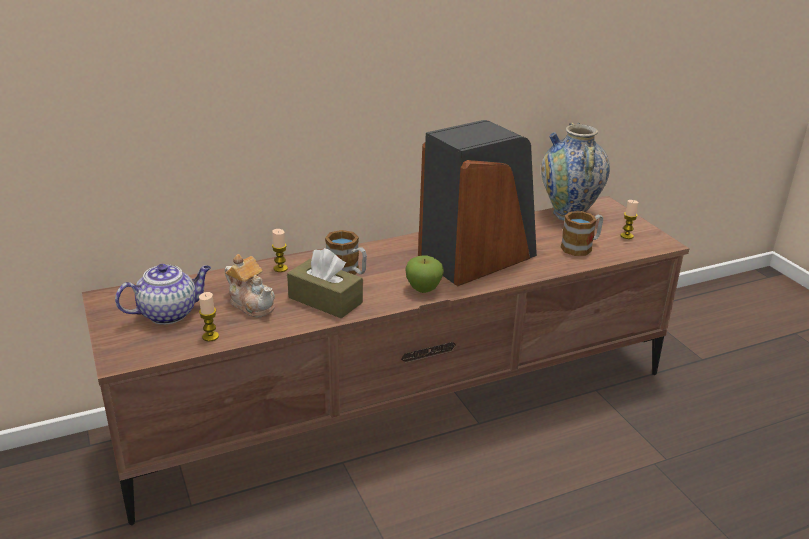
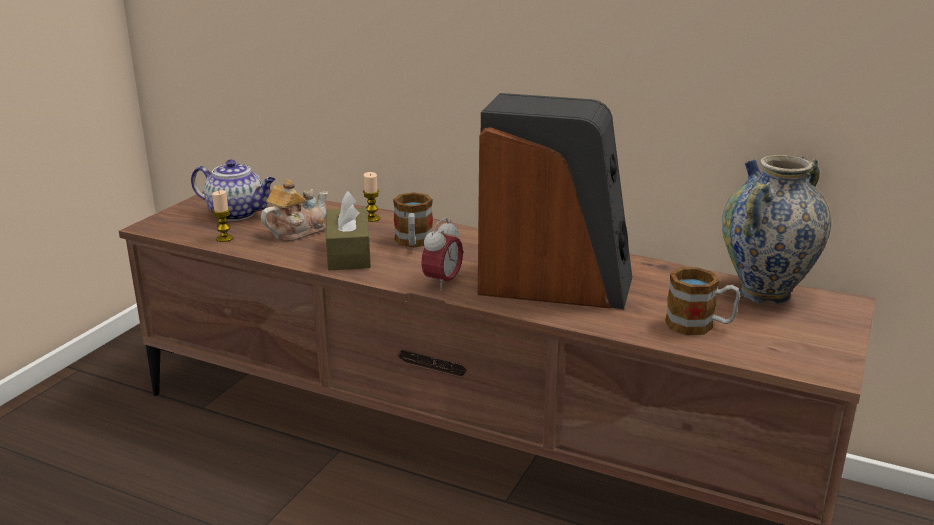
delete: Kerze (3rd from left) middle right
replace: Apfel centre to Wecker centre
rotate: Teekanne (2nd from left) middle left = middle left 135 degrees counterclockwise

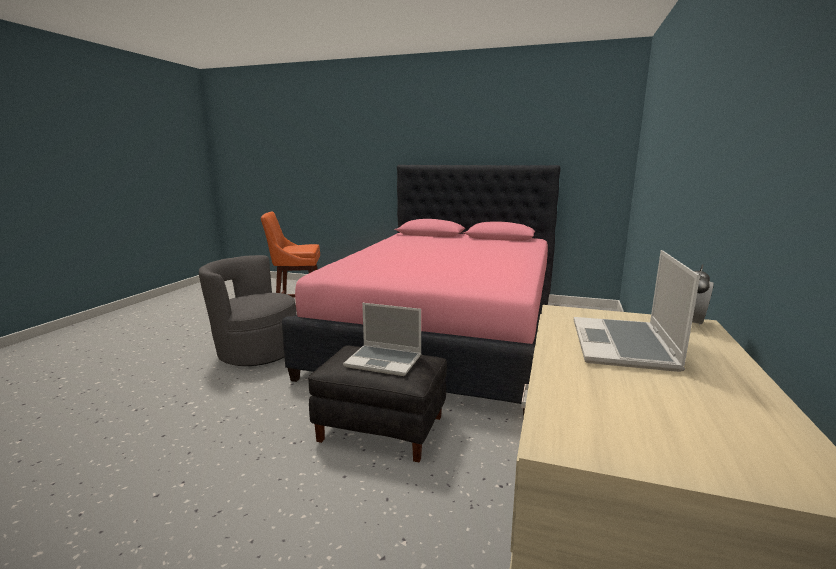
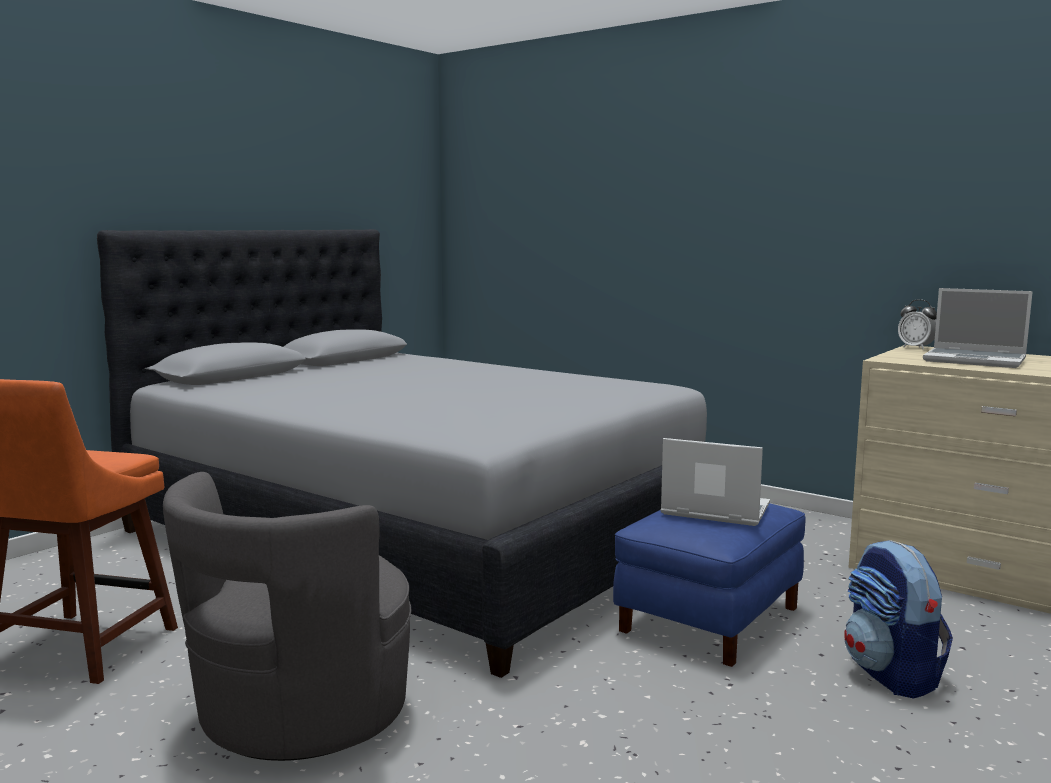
insert: Rucksack bottom right
recolor: Bett/rosa centre to Bett/grau centre; Polsterhocker/schwarz bottom centre to Polsterhocker/blau bottom right
rotate: Laptop (1st from left) centre = middle right 105 degrees counterclockwise

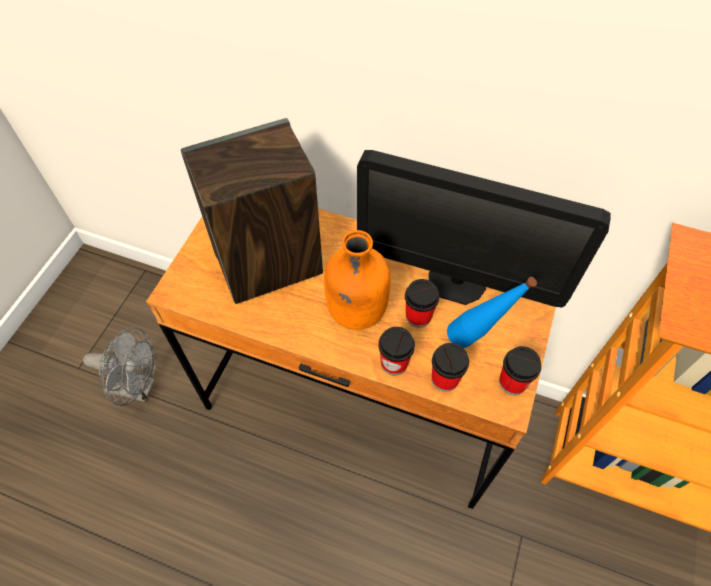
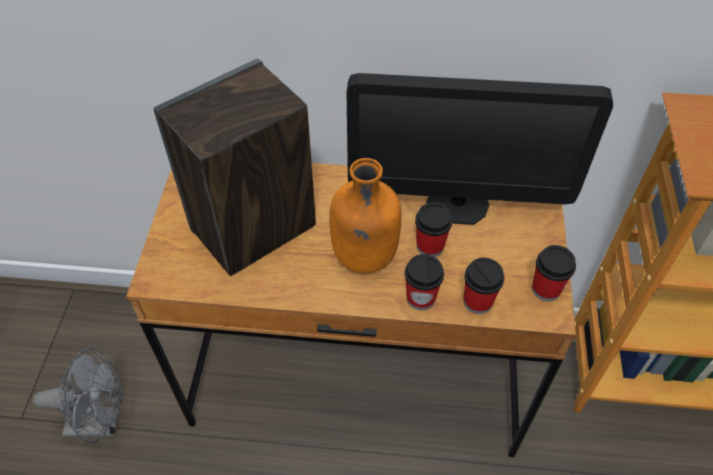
delete: Flasche/blau middle right

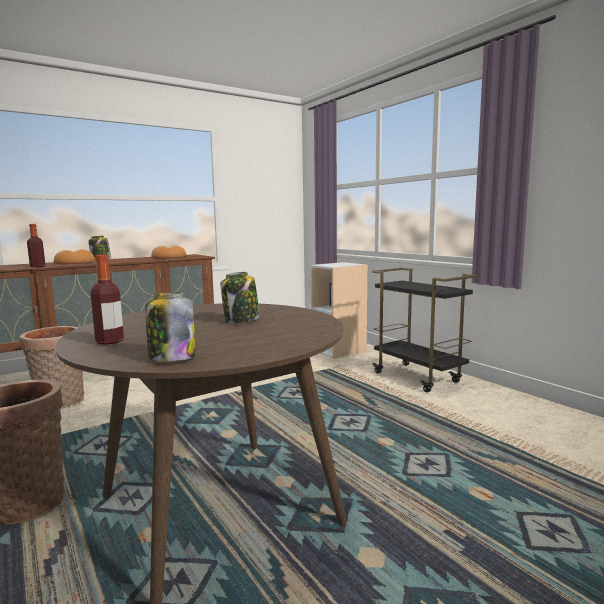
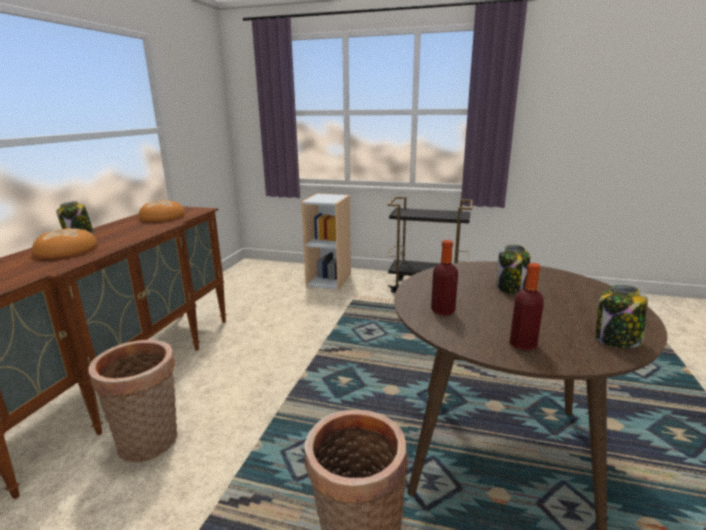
move: Flasche (1st from left) middle left to centre

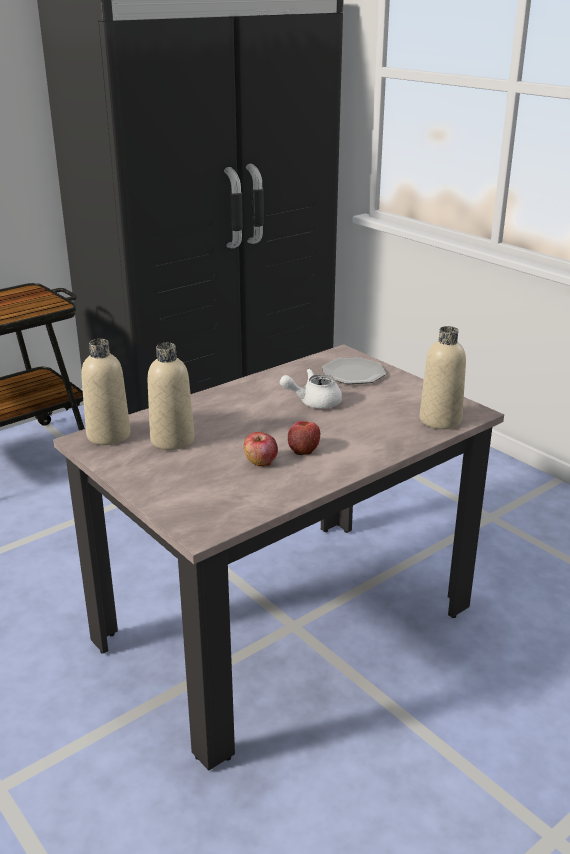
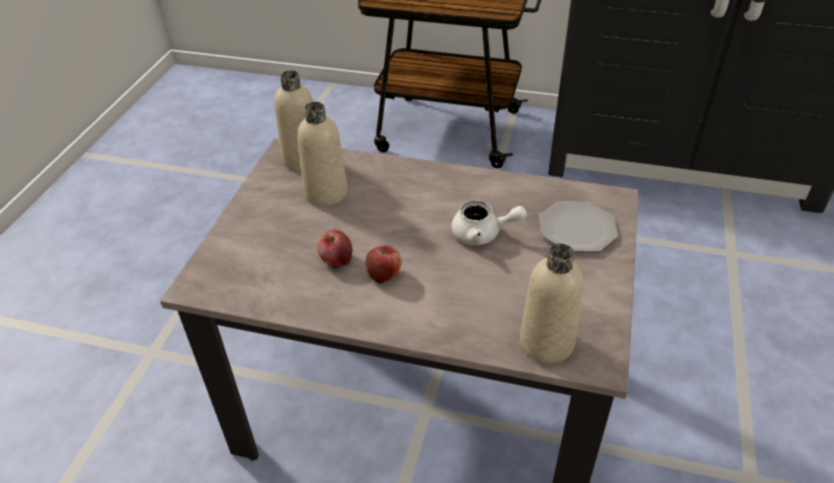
rotate: Teekanne/weiß centre = centre 150 degrees clockwise

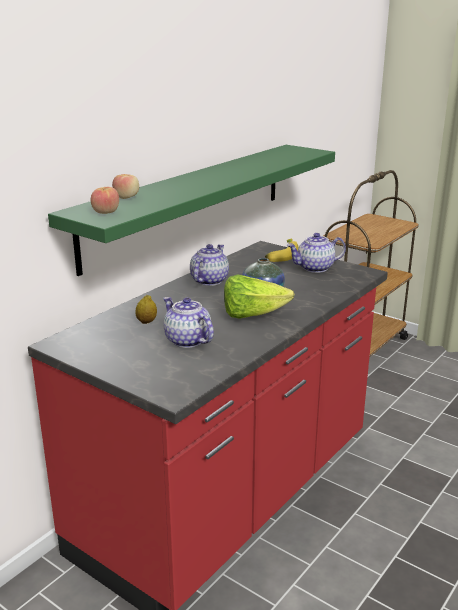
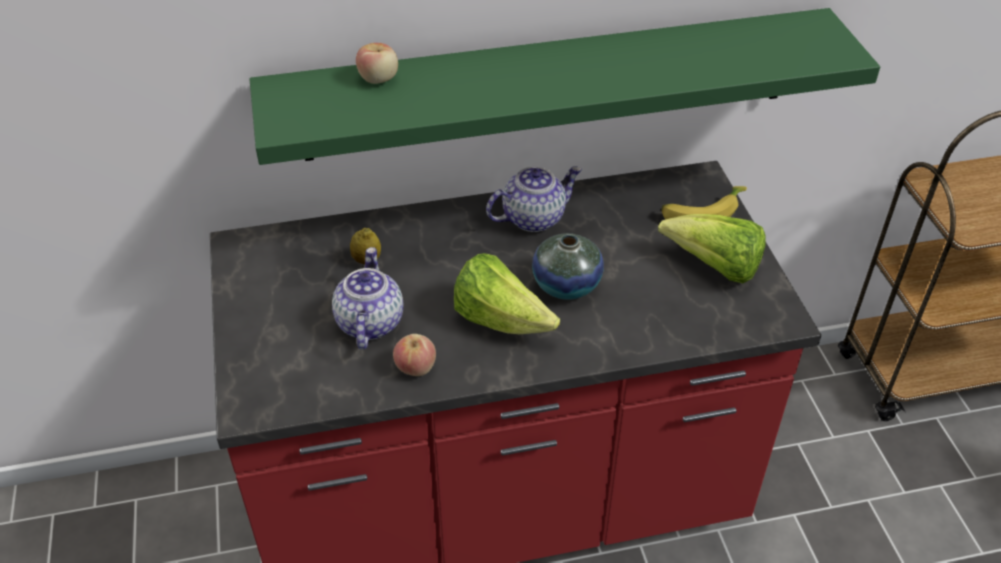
move: Apfel (1st from left in the first image) top left to Apfel (2nd from left) centre
replace: Teekanne (3rd from left) middle right to Salatkopf (2nd from left) middle right

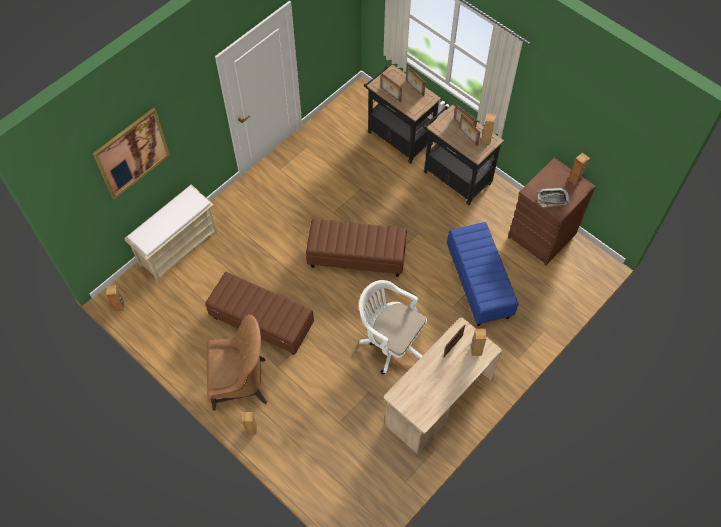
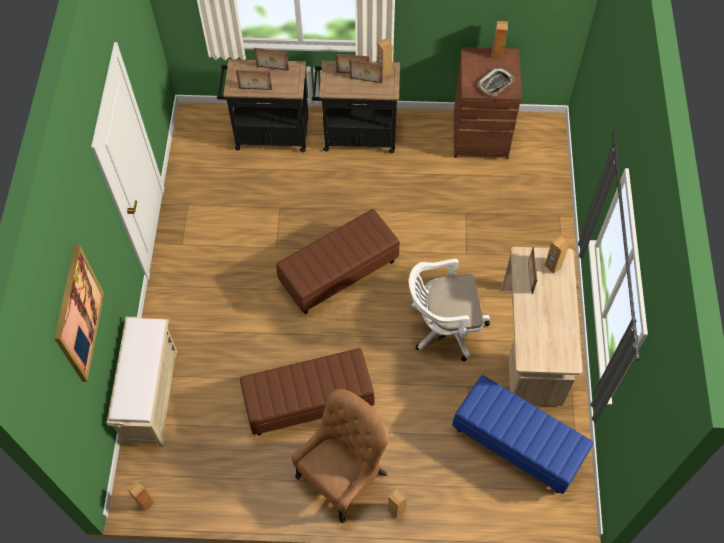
move: Polsterhocker/blau middle right to bottom right

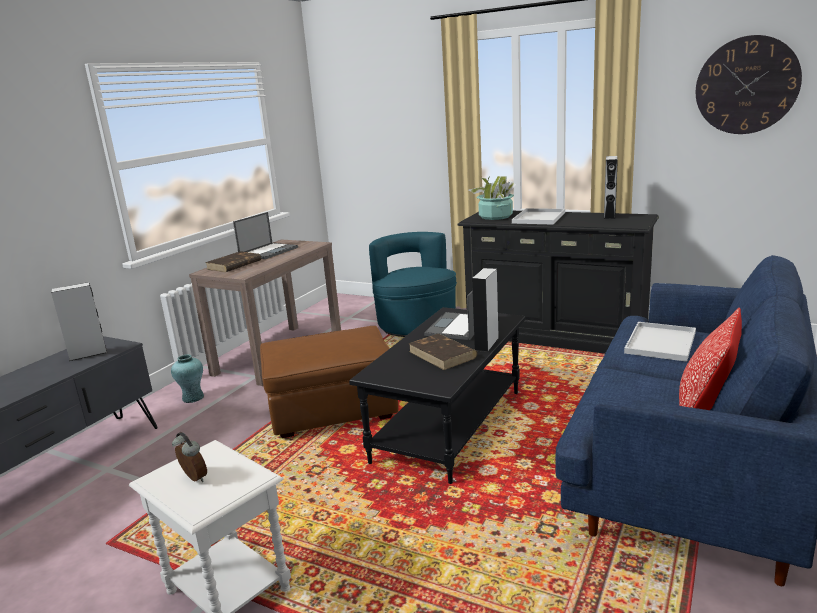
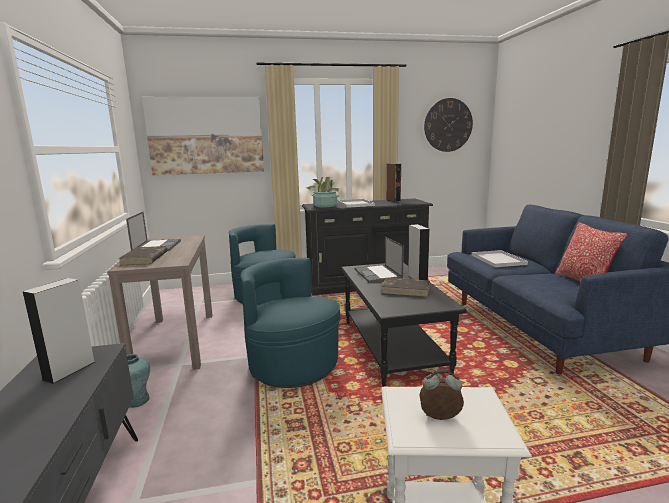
insert: Bild top left
replace: Polsterhocker/braun centre to Sessel/türkis (2nd from left) centre
recolor: Lautsprecher/grau (3rd from left) top right to Lautsprecher/braun centre

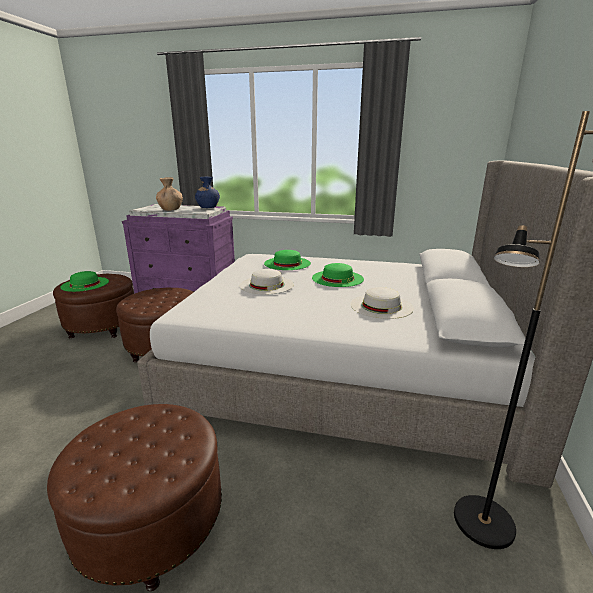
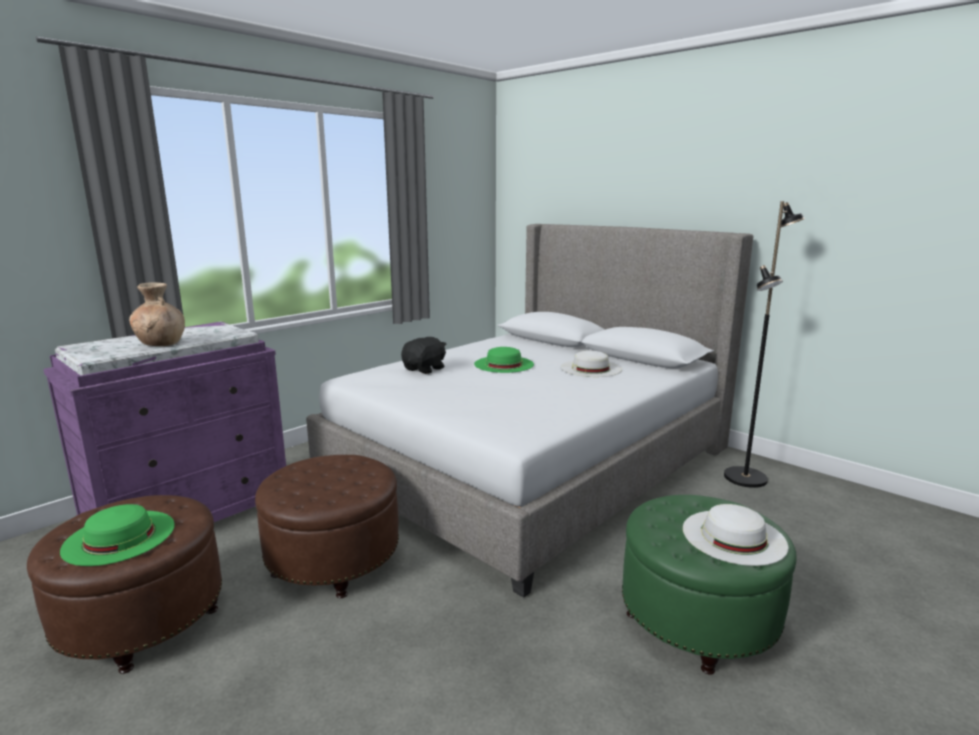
delete: Vase/blau top centre
move: Hut/weiß (1st from left in the first image) centre to Hut/weiß (2nd from left) bottom right
replace: Hut/grün (2nd from left) centre to Plüschtier/schwarz centre
recolor: Polsterhocker/braun (2nd from left) bottom left to Polsterhocker/grün bottom right

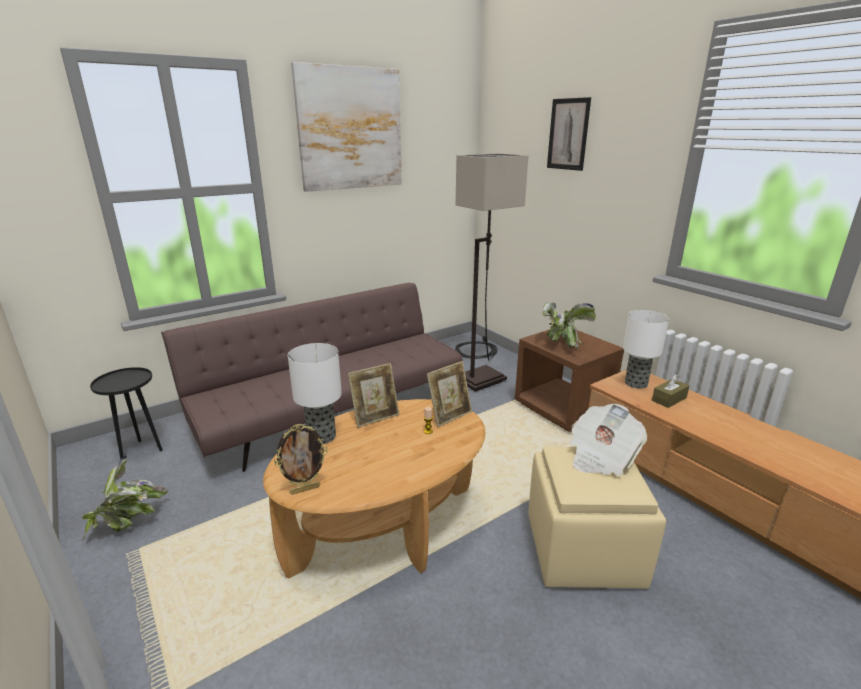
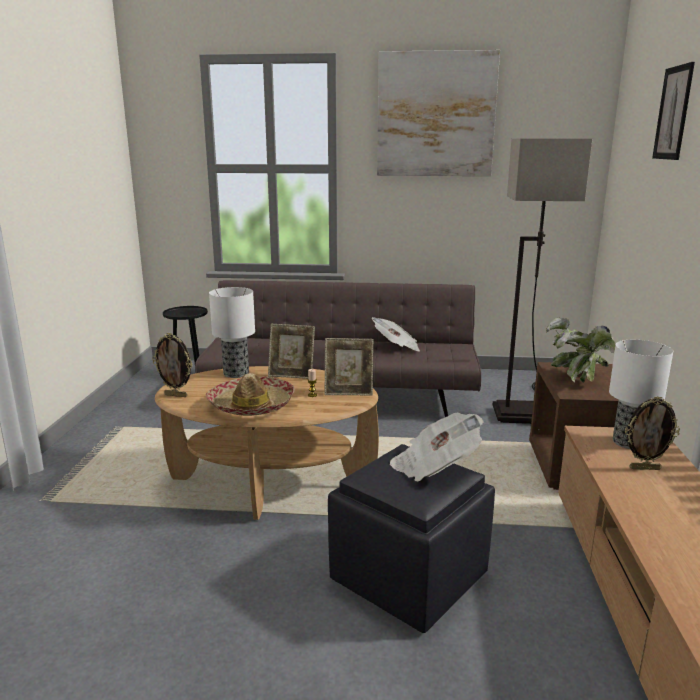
delete: Topfpflanze (1st from left) bottom left
insert: Zeitung (1st from left) centre; Hut centre
replace: Taschentuchbox/braun middle right to Bilderrahmen (4th from left) middle right
recolor: Polsterhocker/beige bottom right to Polsterhocker/schwarz bottom centre

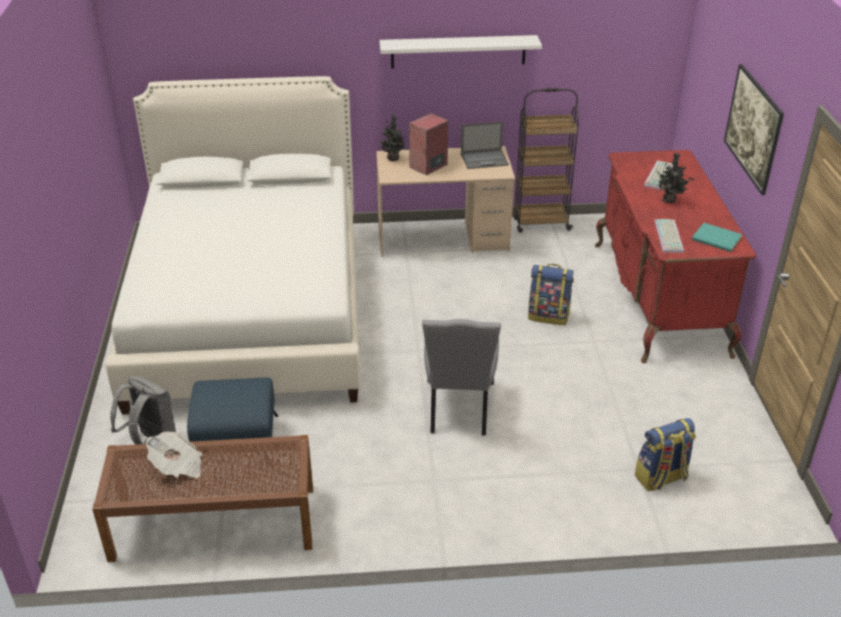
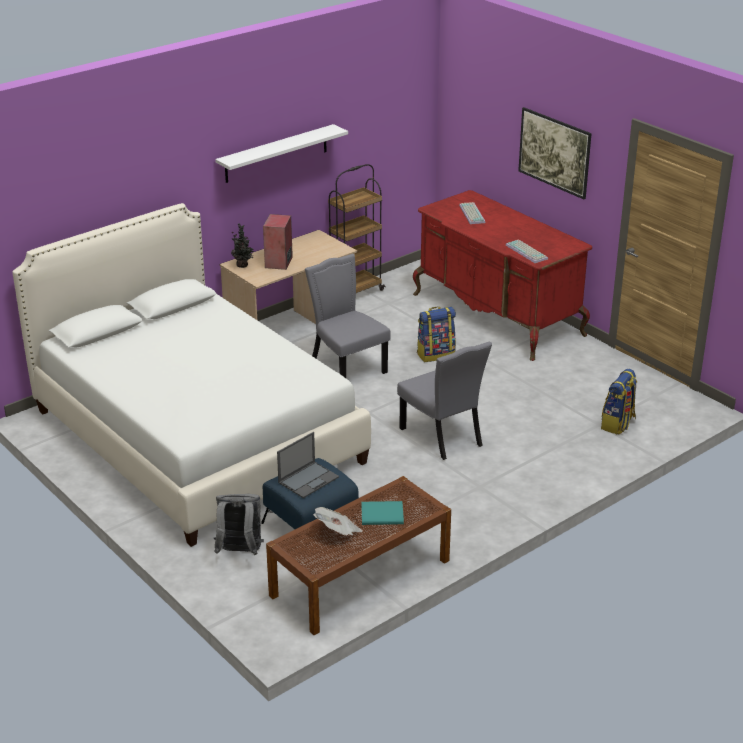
delete: Topfpflanze (2nd from left) top right
insert: Stuhl/grau (1st from left) centre
move: Laptop top centre to centre; Buch/türkis middle right to bottom centre

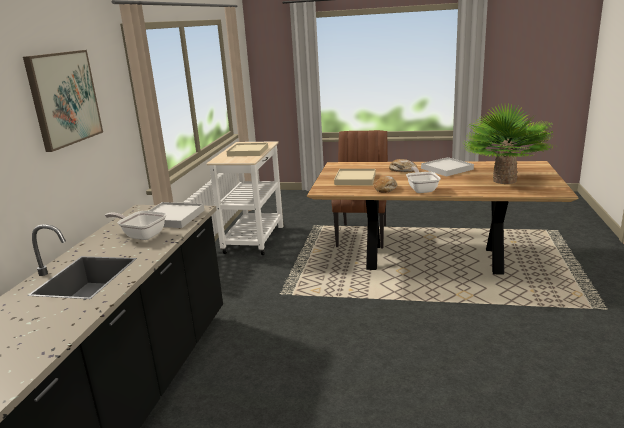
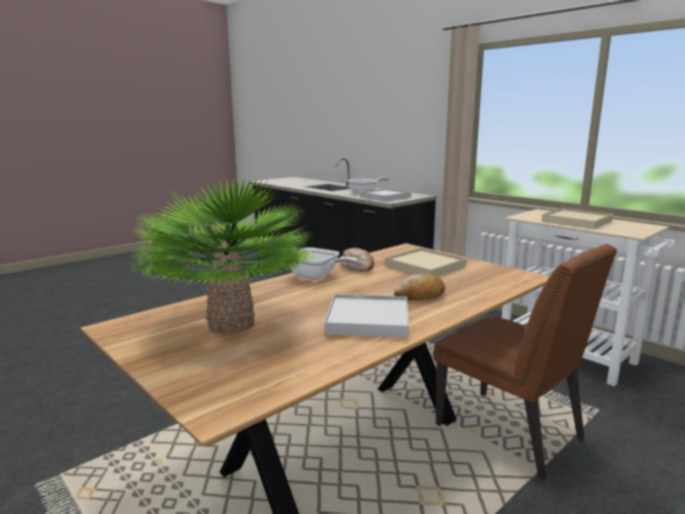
delete: Bild top left

